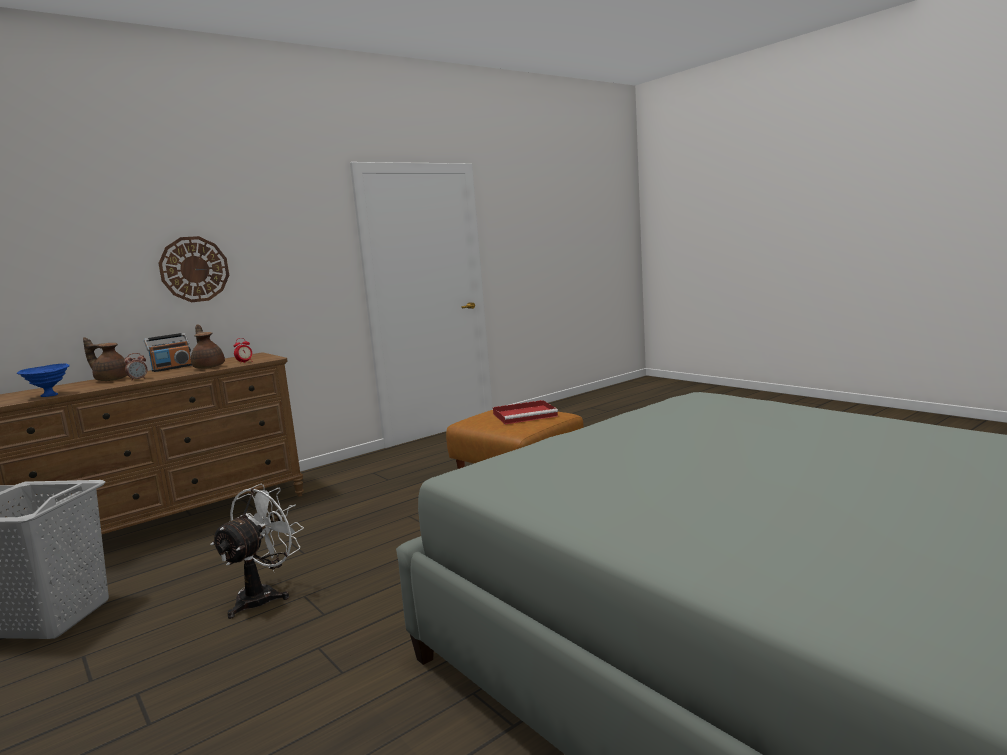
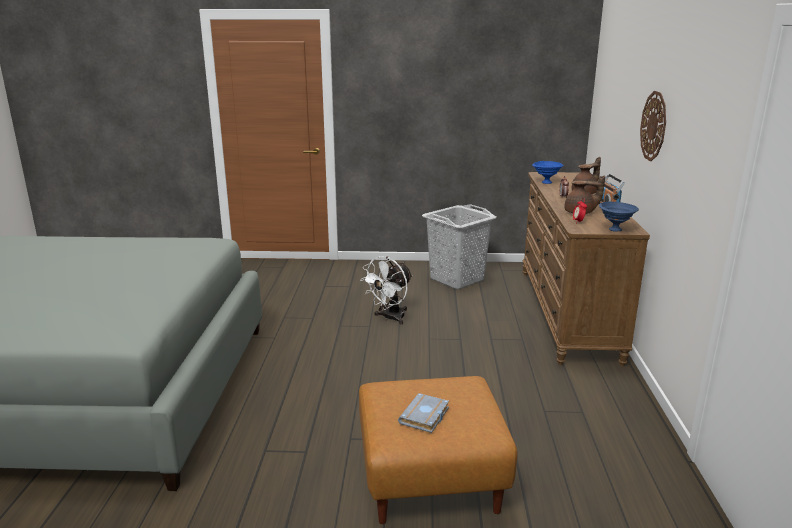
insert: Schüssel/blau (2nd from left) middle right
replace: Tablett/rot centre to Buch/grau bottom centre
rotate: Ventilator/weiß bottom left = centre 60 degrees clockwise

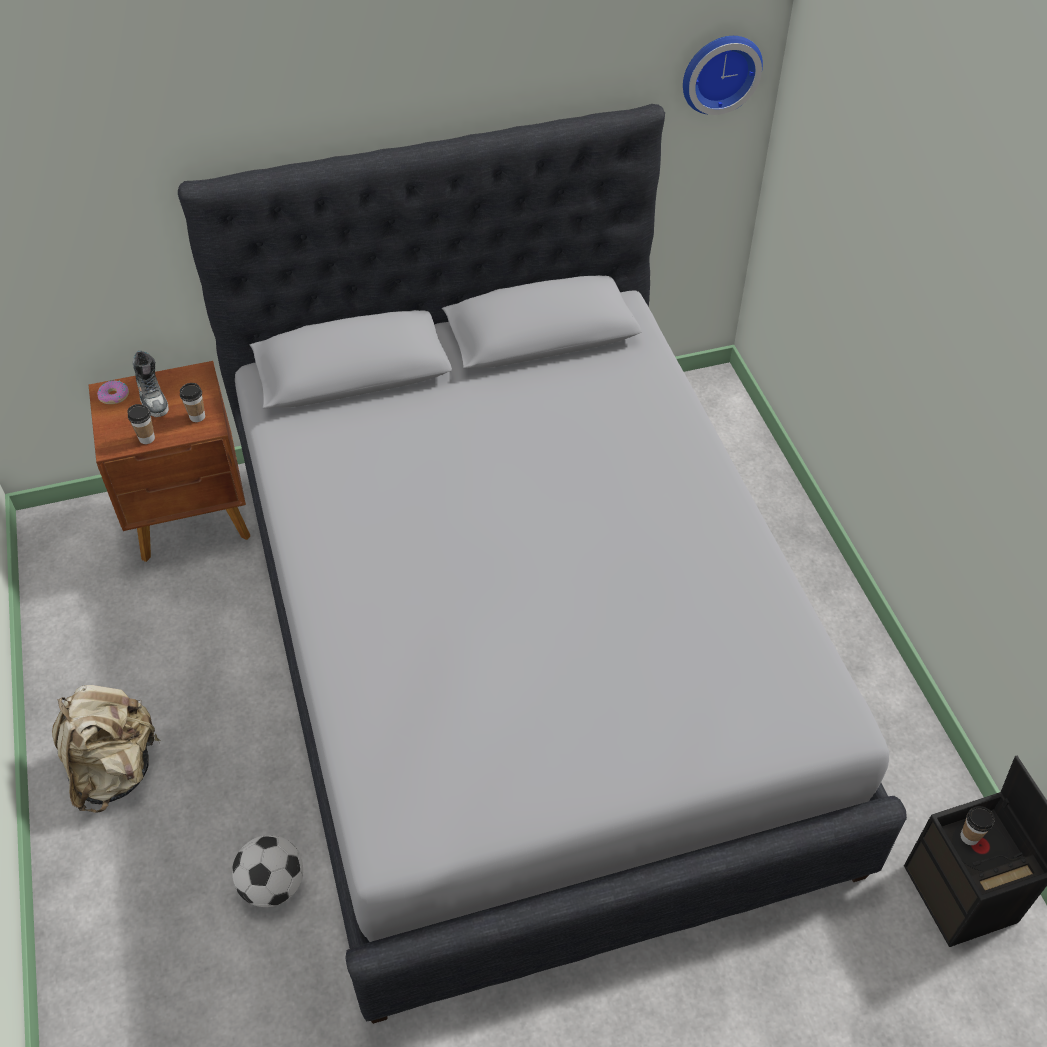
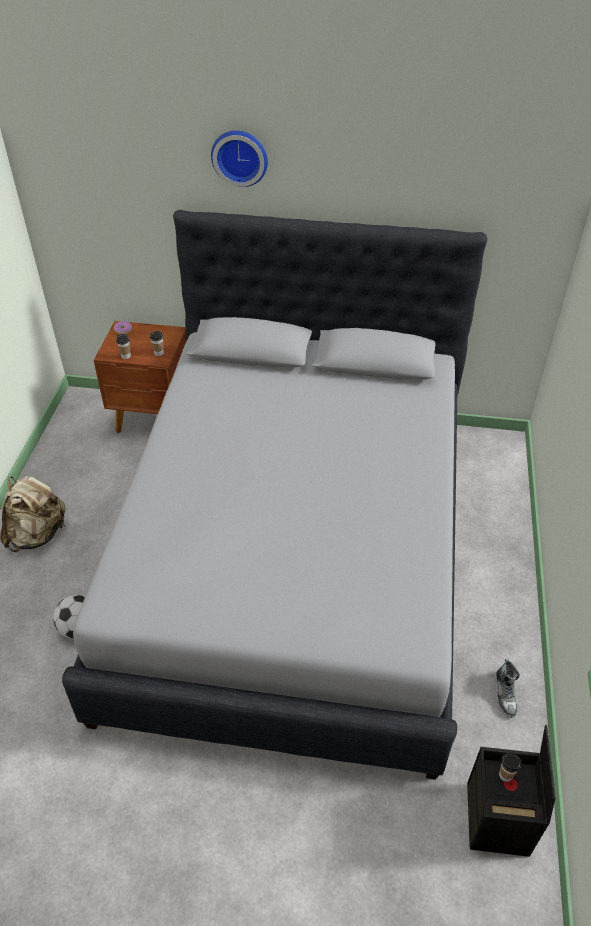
move: Wanduhr top right to top centre; Schuh middle left to bottom right

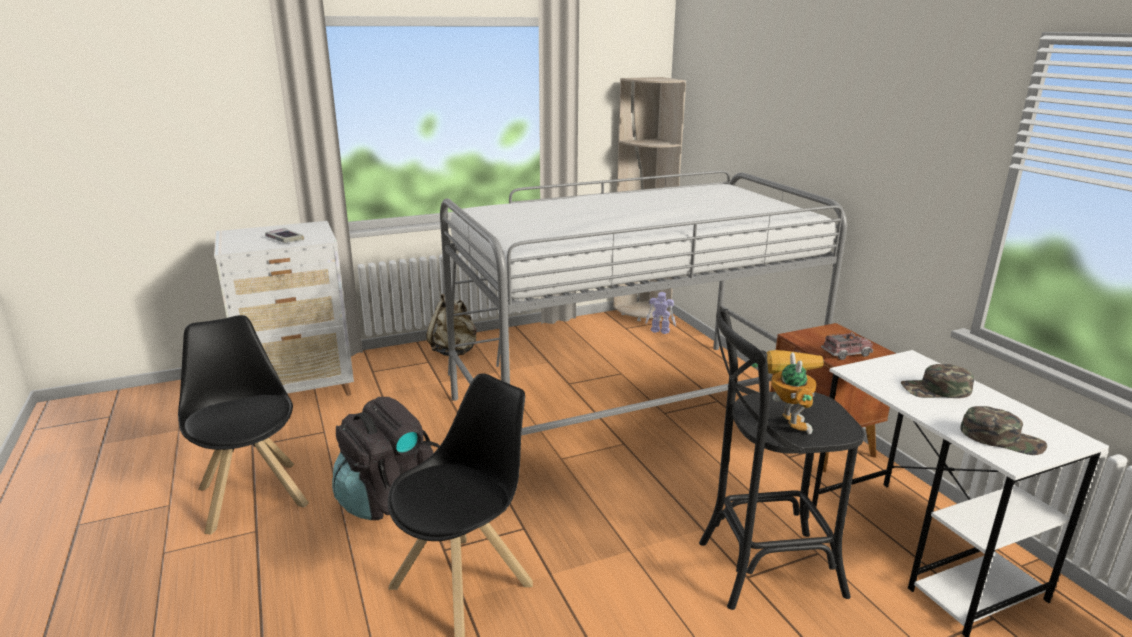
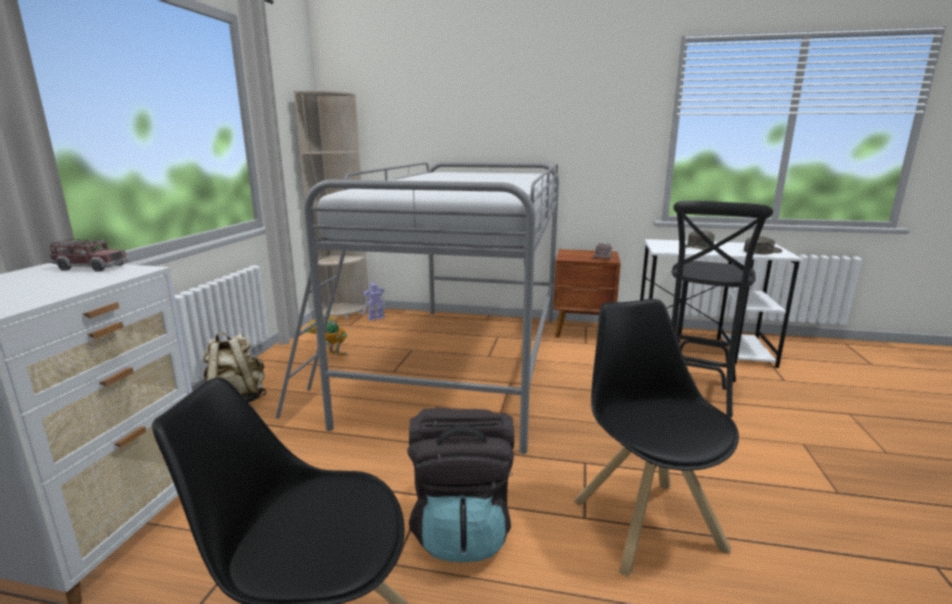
delete: Buch middle left
insert: Spielzeuglaster (1st from left) middle left
move: Spielzeugroboter (2nd from left in the first image) middle right to Spielzeugroboter (1st from left) centre

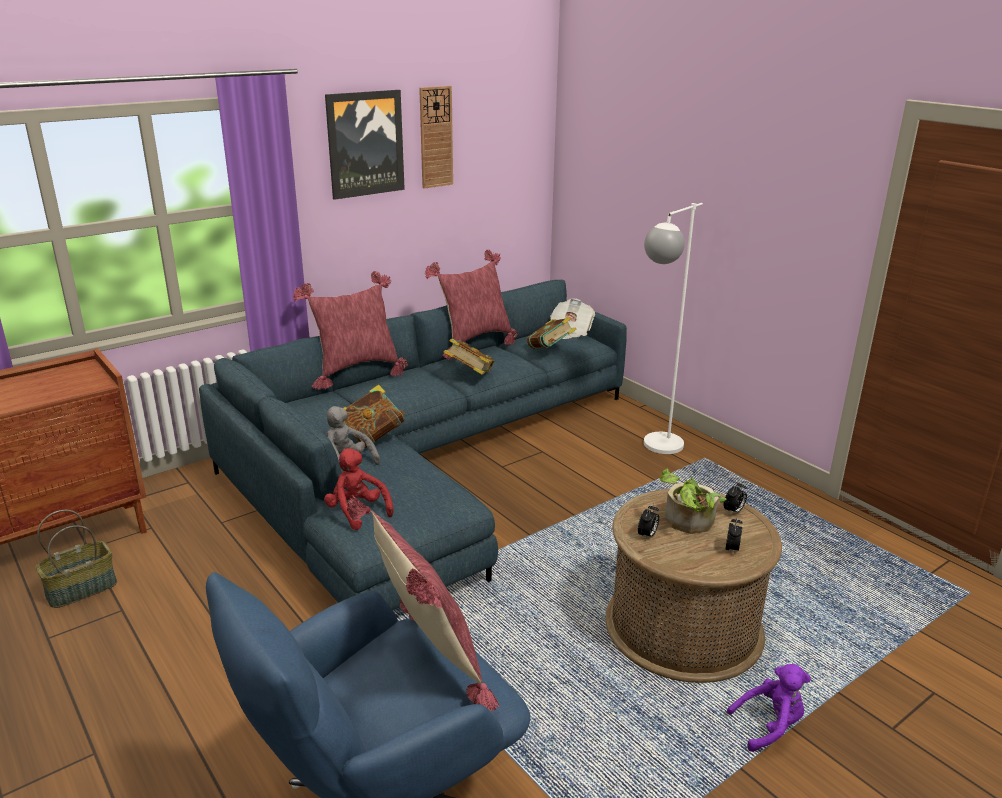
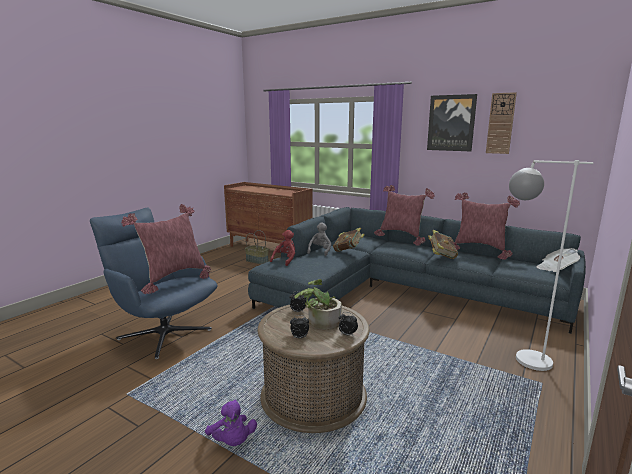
delete: Buch (3rd from left) centre

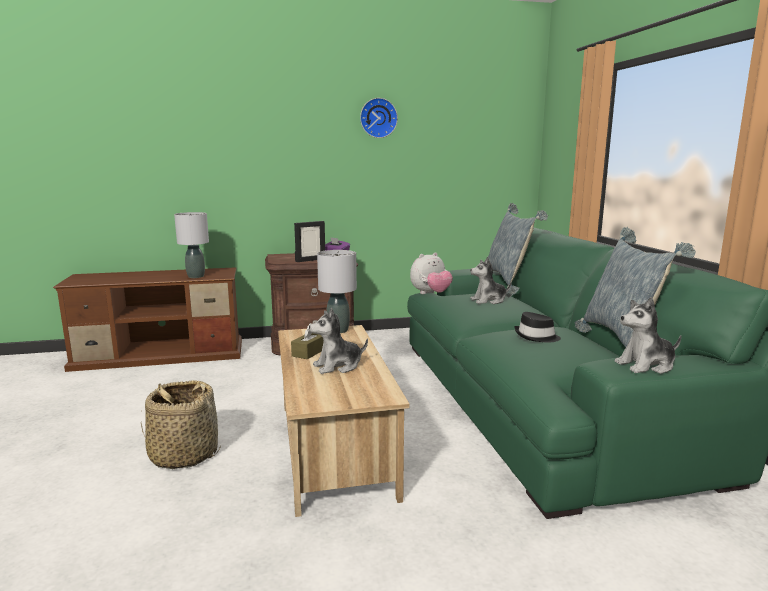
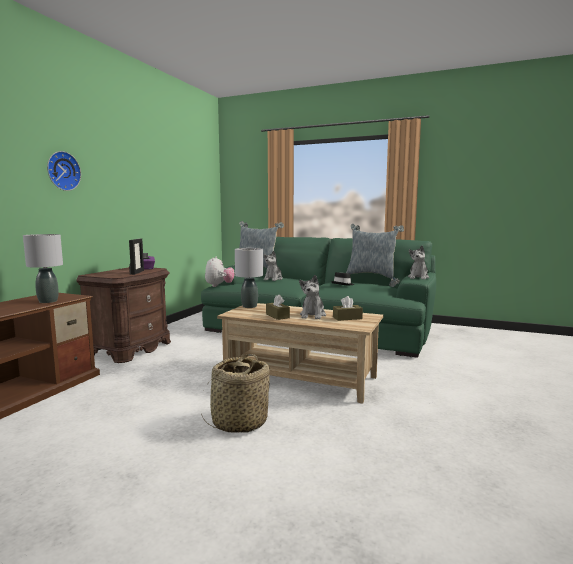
insert: Taschentuchbox/braun (2nd from left) centre
move: Wanduhr top centre to top left

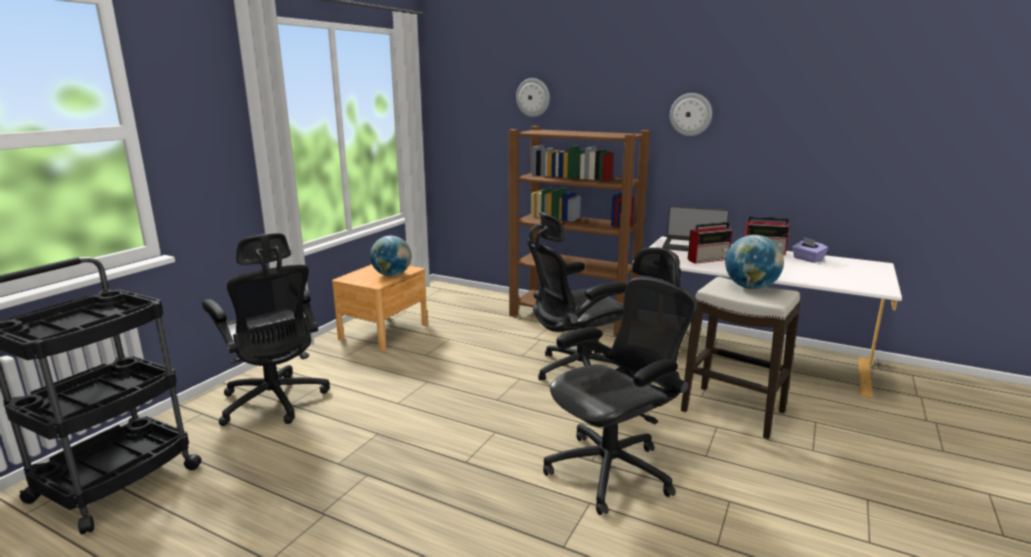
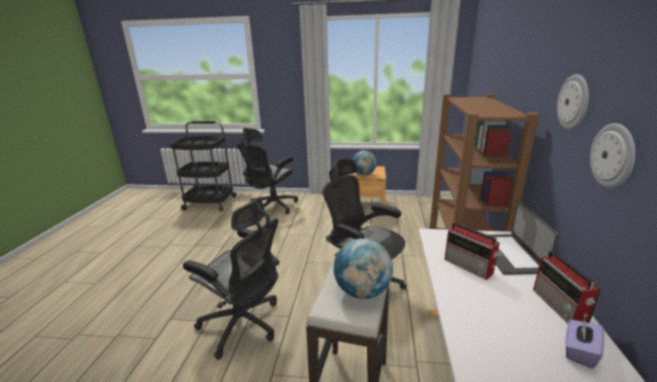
move: Wanduhr (1st from left in the first image) top centre to Wanduhr (2nd from left) middle right

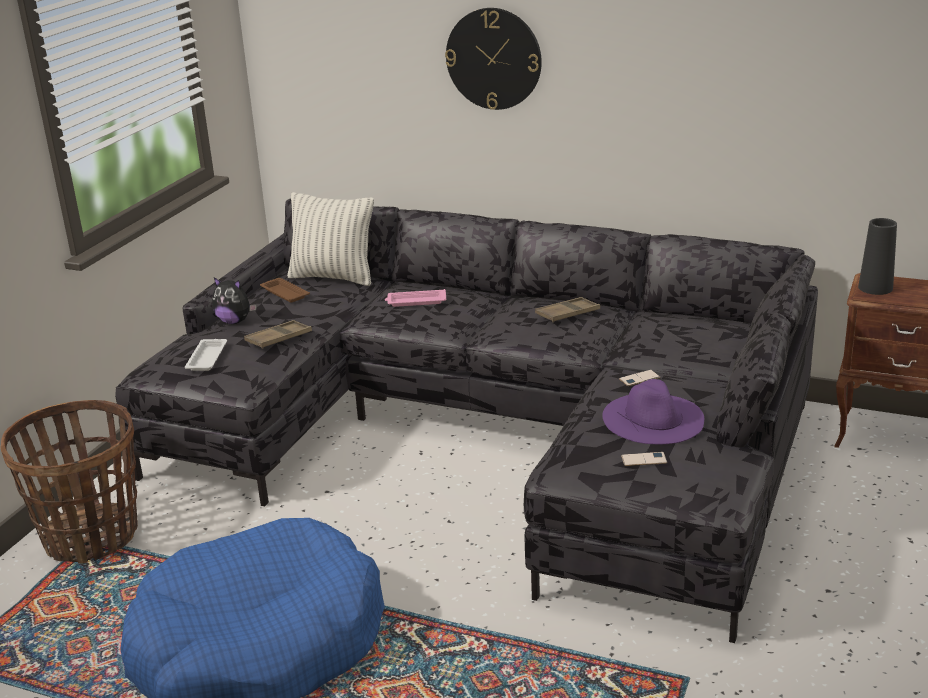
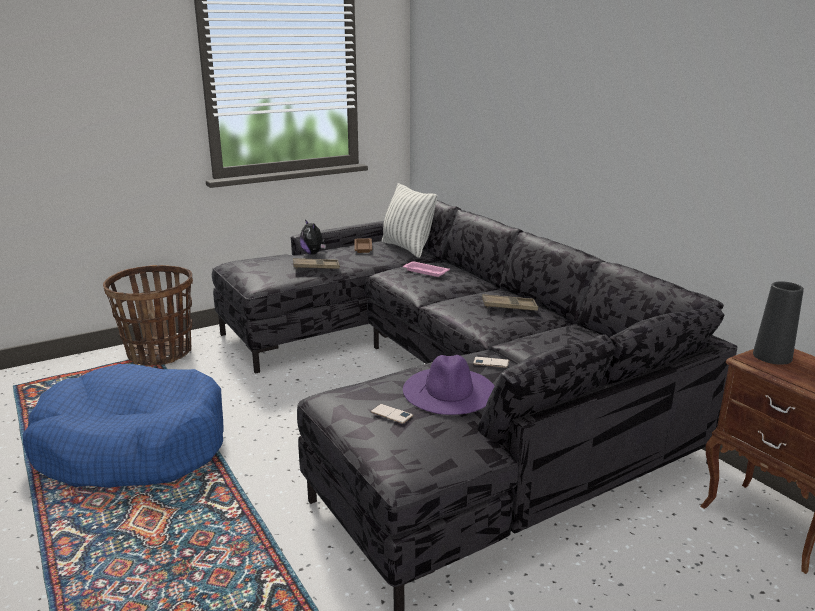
delete: Wanduhr top centre; Tablett/weiß middle left

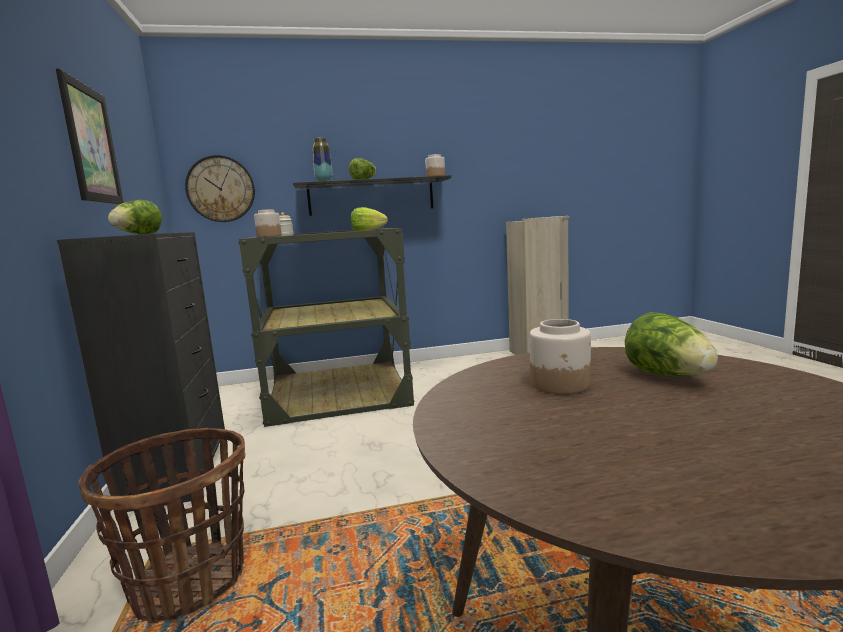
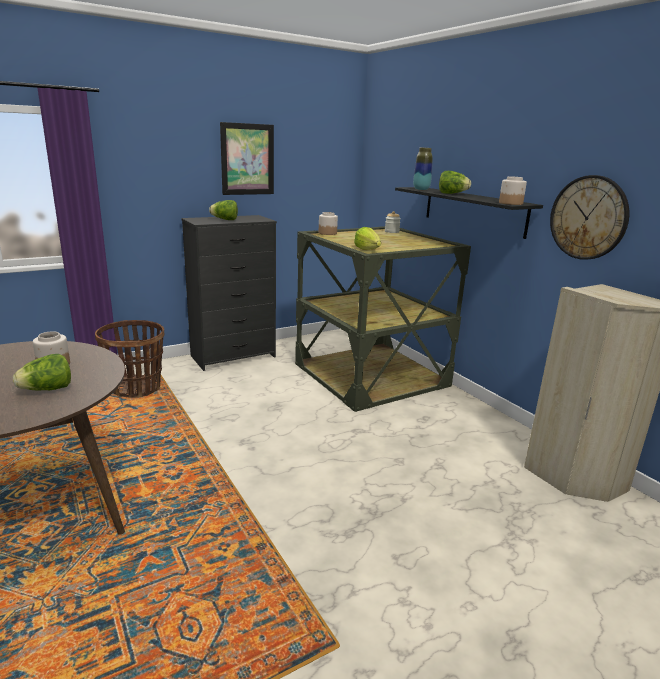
move: Wanduhr top left to top right

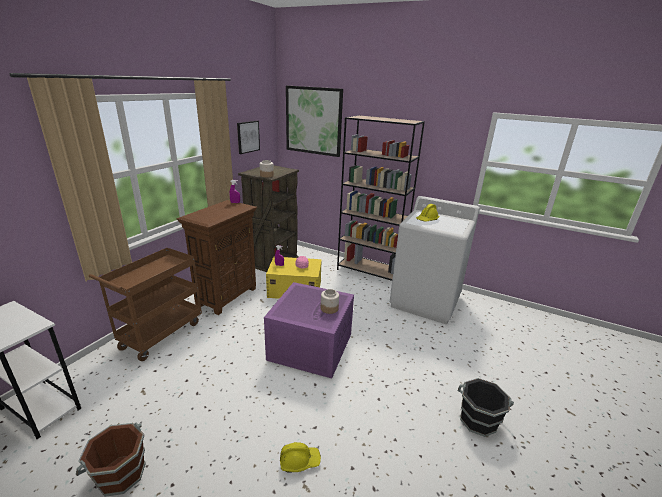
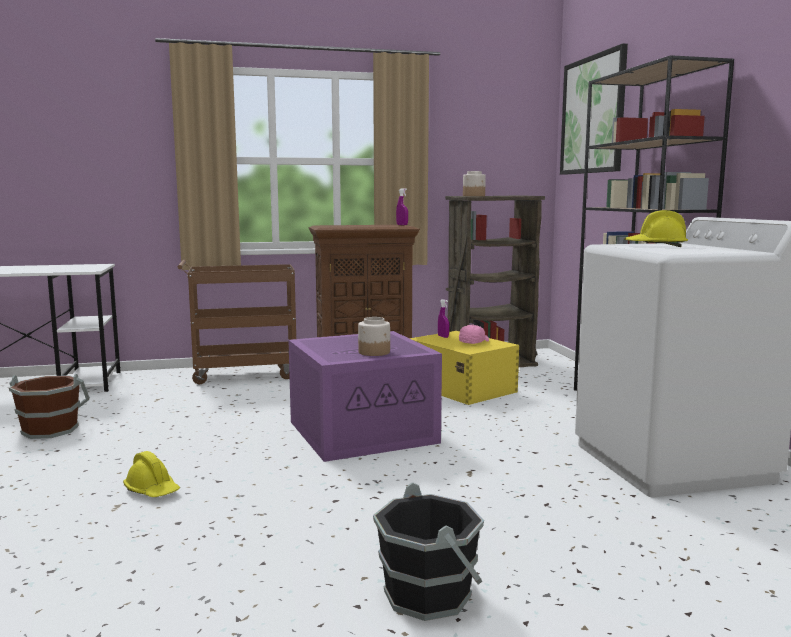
delete: Bild (1st from left) top centre

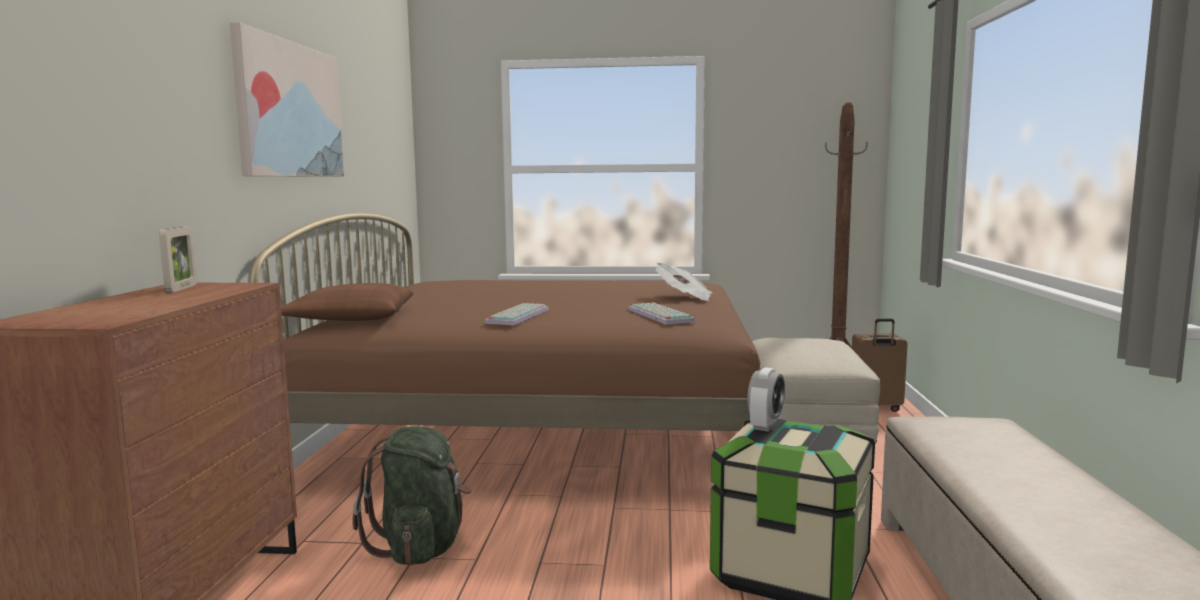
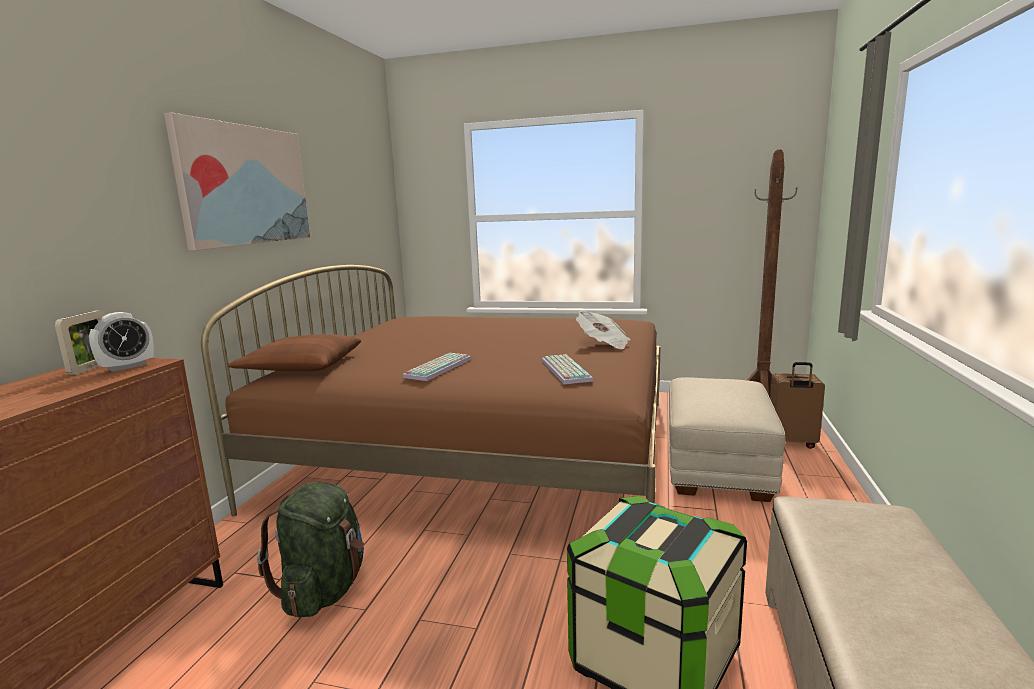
move: Wecker centre to middle left

